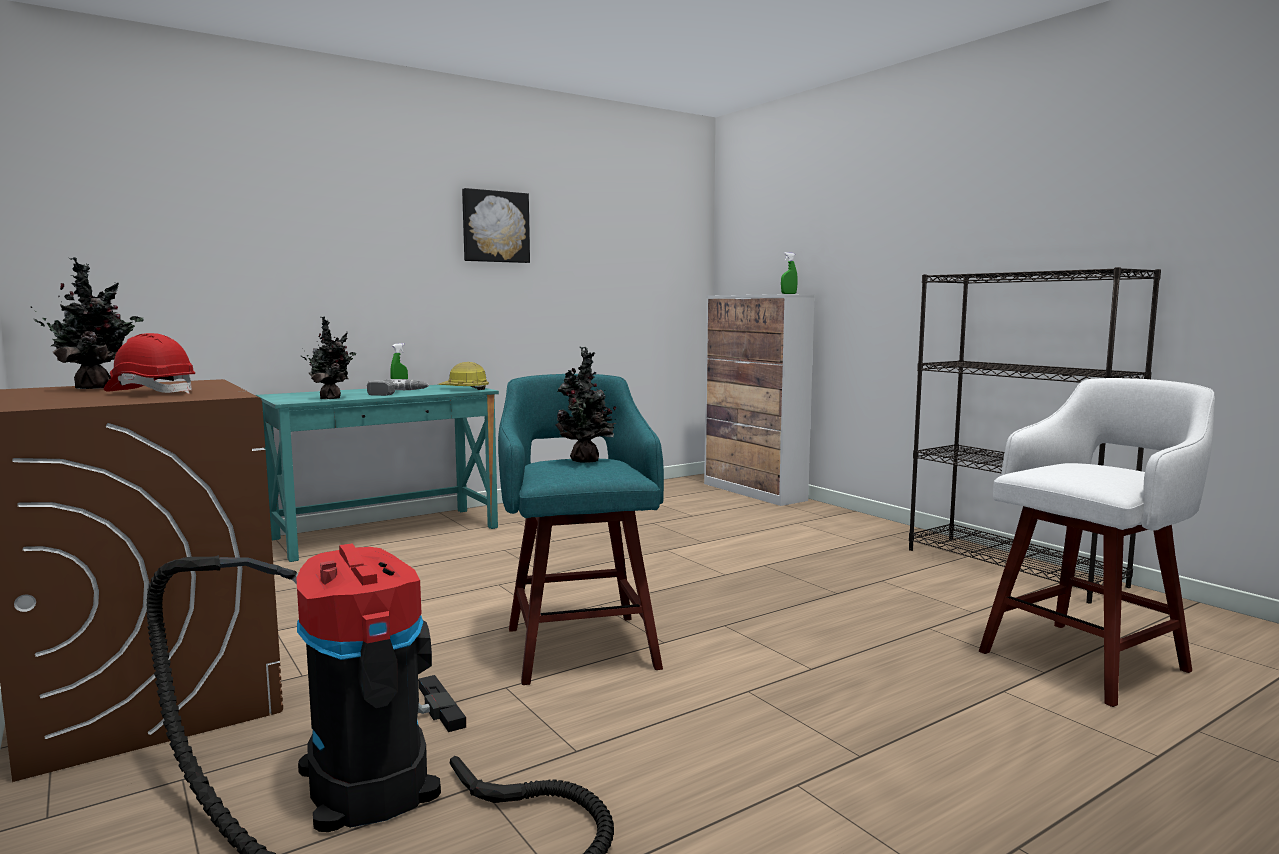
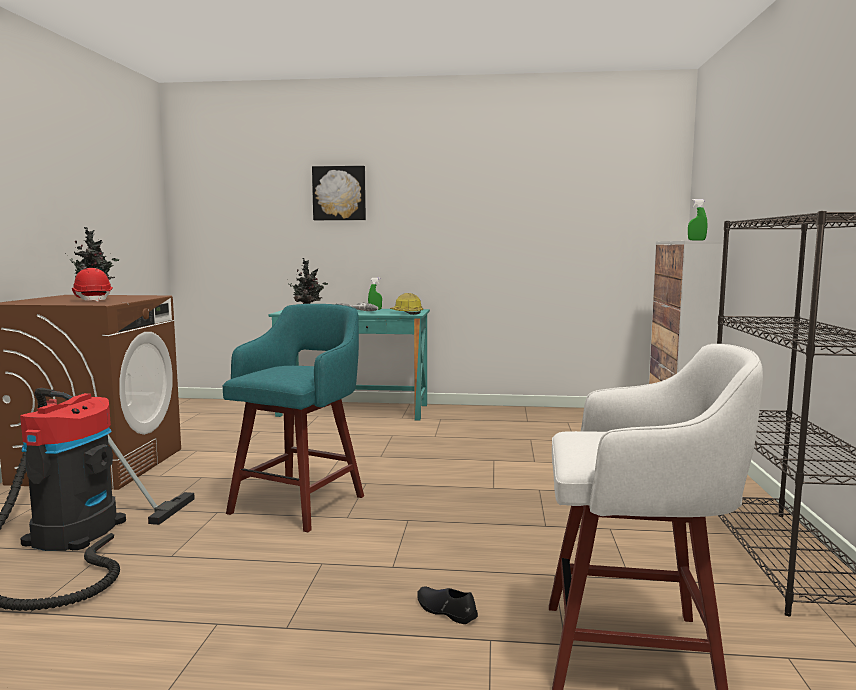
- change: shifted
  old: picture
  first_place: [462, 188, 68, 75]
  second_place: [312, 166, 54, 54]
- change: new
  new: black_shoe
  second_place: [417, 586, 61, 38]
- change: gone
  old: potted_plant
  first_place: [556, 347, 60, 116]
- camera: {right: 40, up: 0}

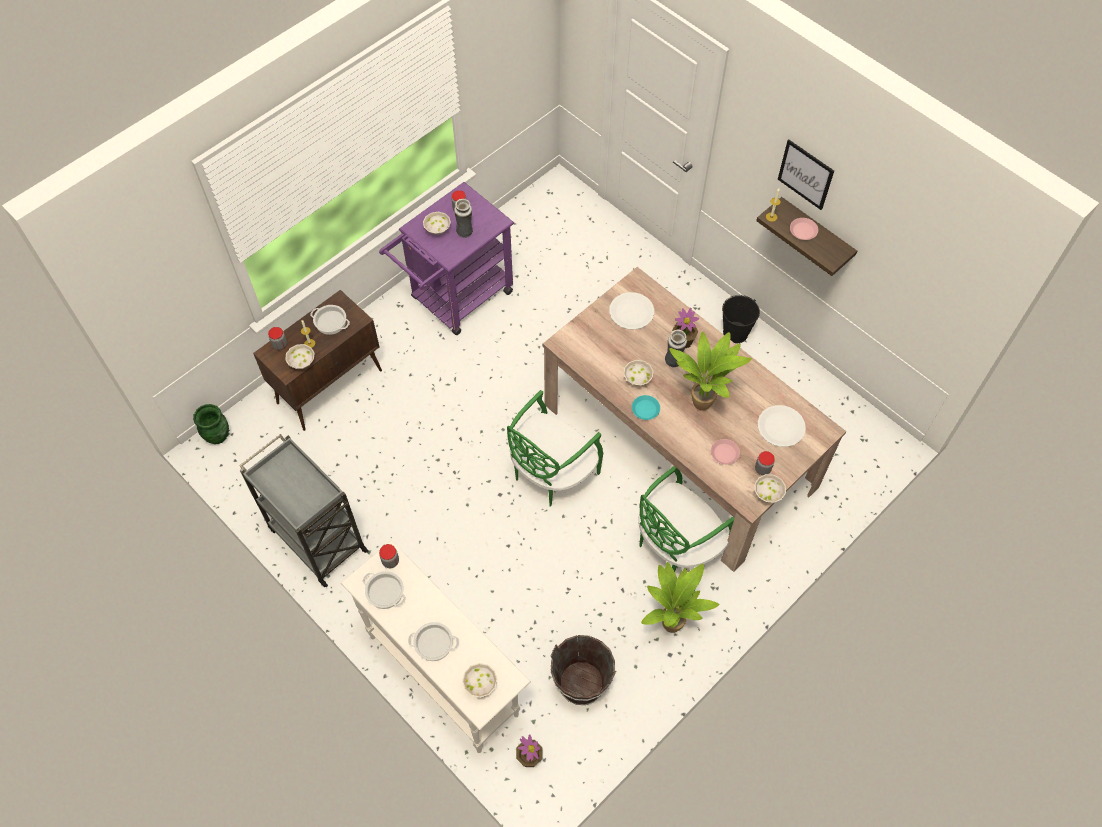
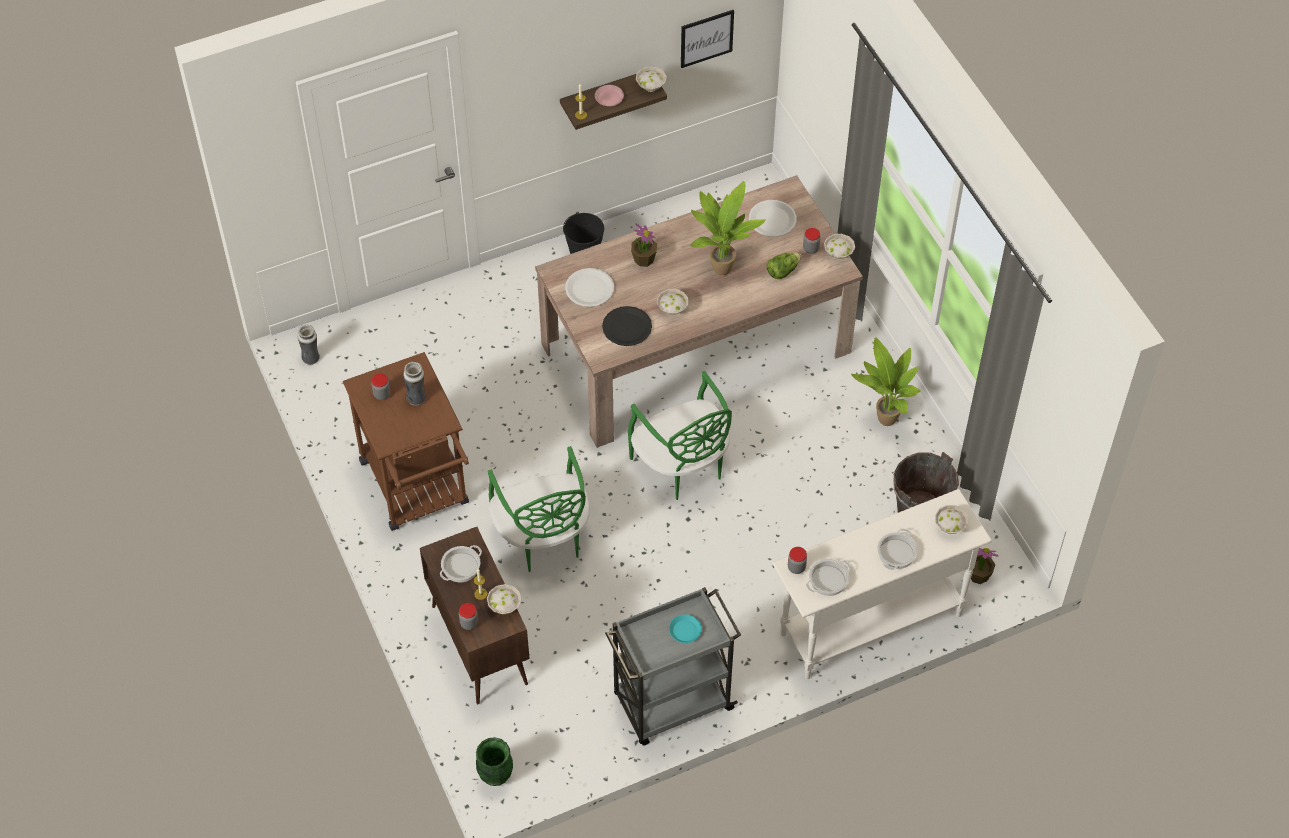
- change: shifted
  old: vase
  first_place: [665, 329, 22, 39]
  second_place: [298, 325, 22, 40]
- change: repainted
  old: purple_cart
  new: brown_cart
  first_place: [379, 182, 135, 153]
  second_place: [343, 352, 126, 179]
- change: shifted
  old: green_chair
  first_place: [638, 466, 97, 106]
  second_place: [488, 446, 102, 126]
- change: new
  new: black_plate
  second_place: [602, 306, 50, 40]
- change: shifted
  old: white_bowl
  first_place: [423, 212, 28, 23]
  second_place: [636, 66, 31, 26]
- change: shifted
  old: turquoise_plate
  first_place: [632, 395, 28, 25]
  second_place: [669, 614, 33, 29]
- change: shifted
  old: picture
  first_place: [778, 140, 56, 70]
  second_place: [681, 10, 53, 58]
- change: swapped
  old: pink_plate
  new: lettuce
  first_place: [711, 439, 29, 26]
  second_place: [766, 252, 35, 27]
- camera: {right: -70, up: -5}

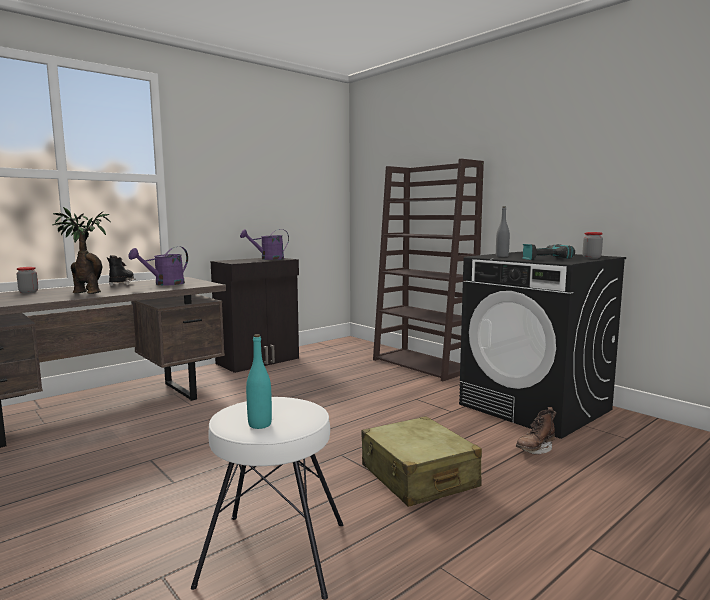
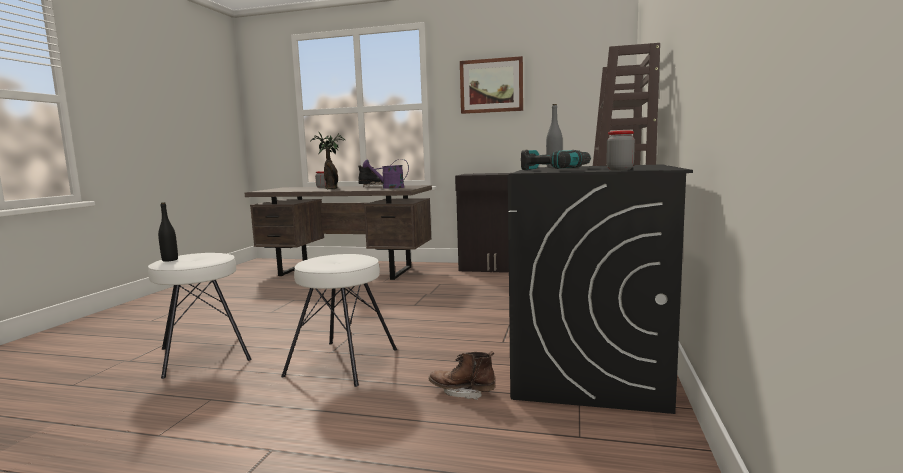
- change: repainted
  old: turquoise_bottle
  new: black_bottle
  first_place: [246, 334, 26, 95]
  second_place: [158, 202, 20, 60]
- change: swapped
  old: beige_suitcase
  new: white_stool
  first_place: [361, 416, 121, 91]
  second_place: [281, 254, 116, 133]
- change: new
  new: picture
  second_place: [460, 56, 63, 58]
- change: gone
  old: purple_watering_can
  first_place: [240, 229, 49, 31]
- camera: {right: 55, up: 0}

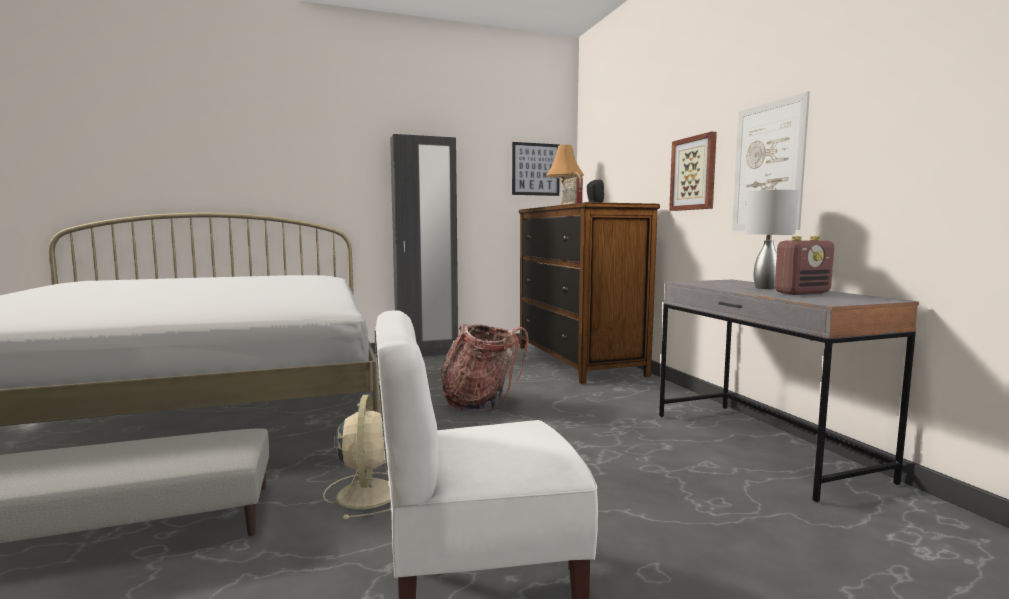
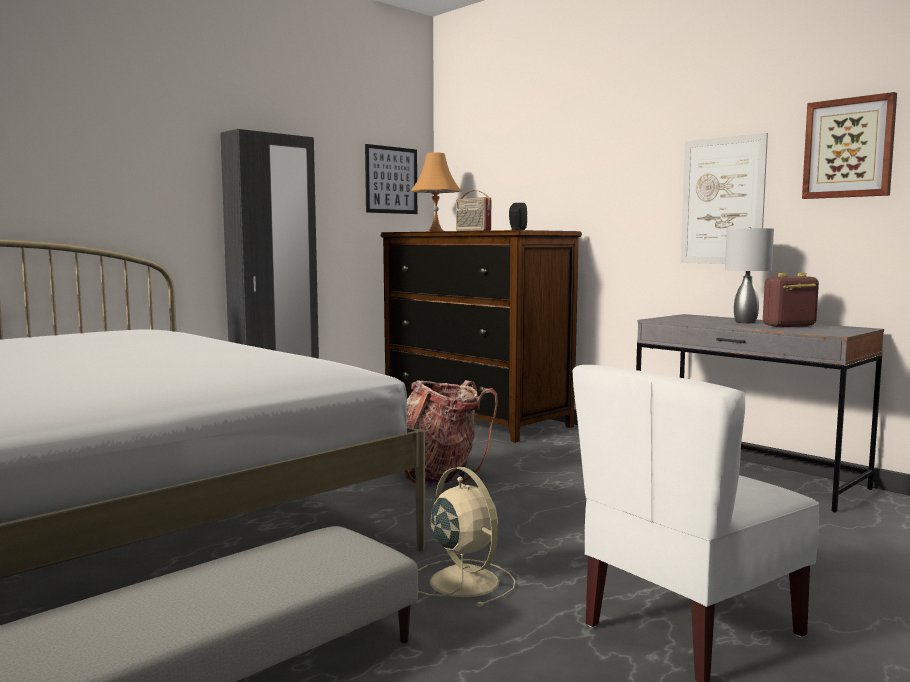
- change: rotated
  old: radio
  first_place: [775, 236, 59, 59]
  second_place: [763, 273, 56, 54]
  degrees: -150
- change: shifted
  old: picture
  first_place: [669, 132, 48, 79]
  second_place: [802, 92, 95, 107]
- camera: {right: -25, up: 0}

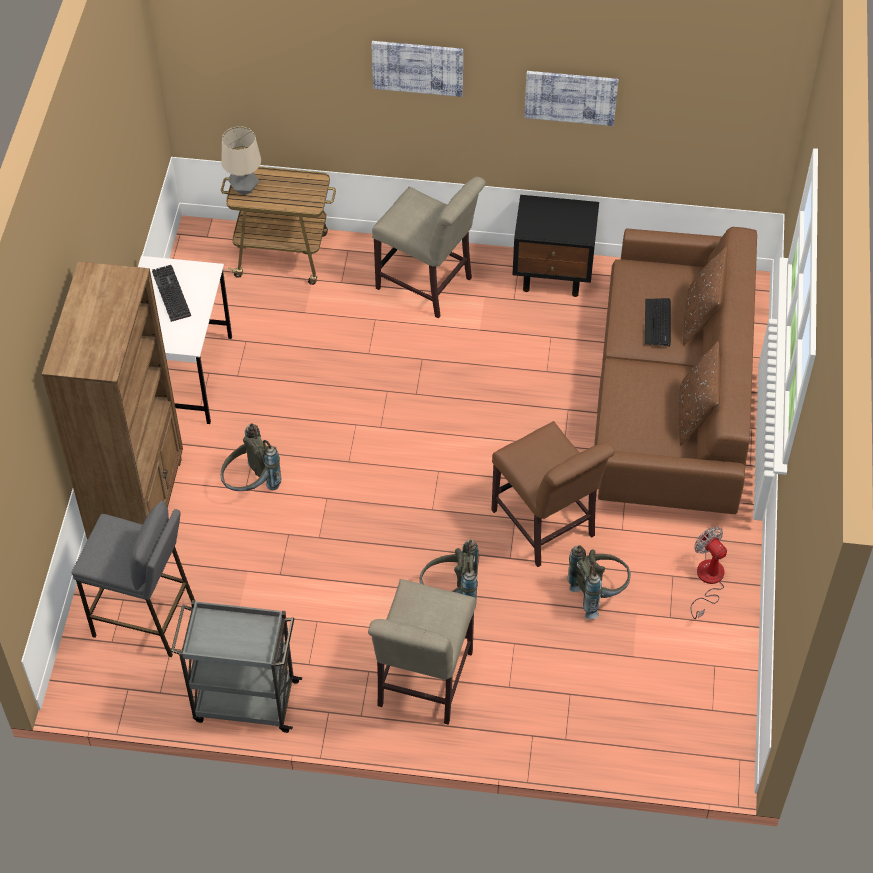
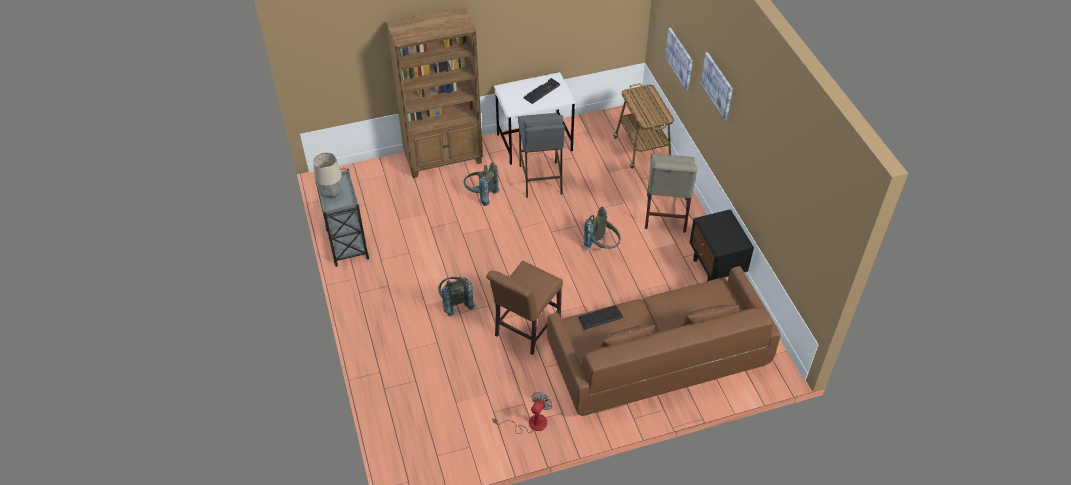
- change: shifted
  old: table_lamp
  first_place: [221, 126, 40, 69]
  second_place: [313, 153, 29, 46]
- change: shifted
  old: grey_stool
  first_place: [72, 501, 123, 156]
  second_place: [518, 113, 47, 85]
- change: shifted
  old: keyboard
  first_place: [645, 298, 26, 48]
  second_place: [579, 305, 45, 25]
- change: shifted
  old: grey_backpack
  first_place: [568, 545, 63, 74]
  second_place: [583, 207, 37, 43]
- change: shifted
  old: picture
  first_place: [524, 71, 95, 55]
  second_place: [665, 28, 28, 62]
- change: gone
  old: beige_chair
  first_place: [368, 579, 108, 146]
- camera: {right: 65, up: -5}

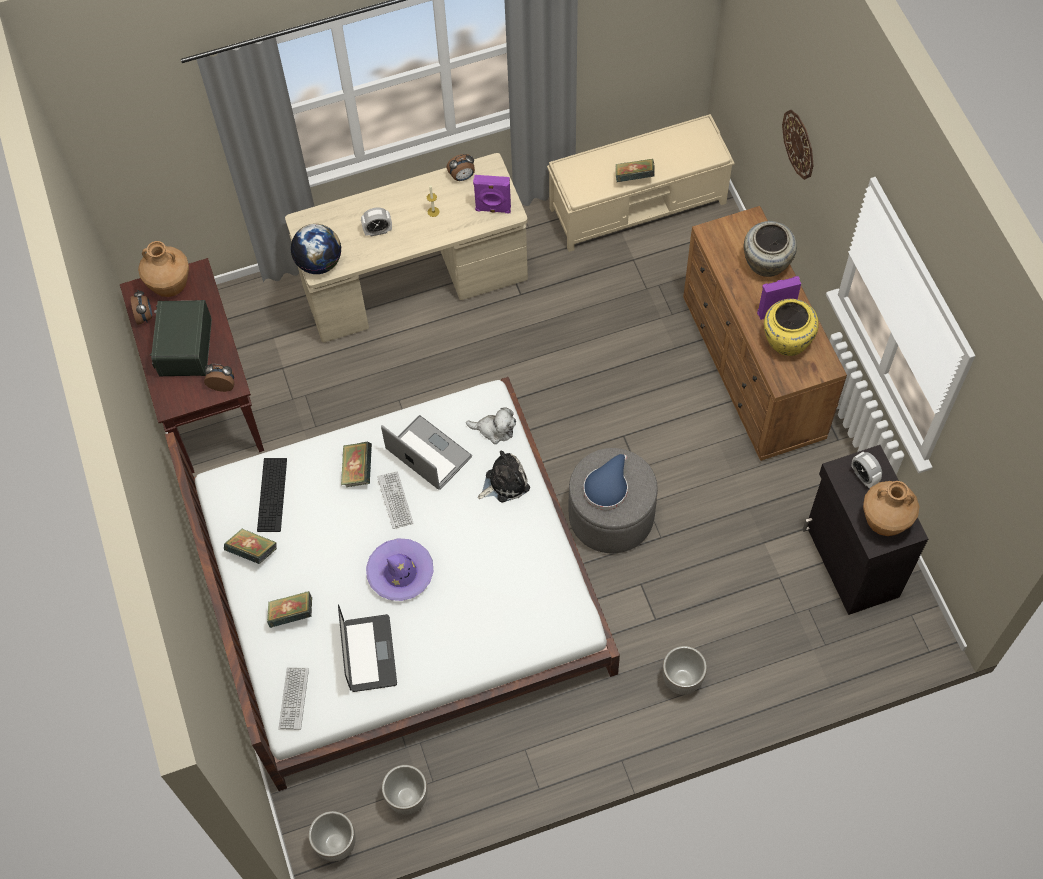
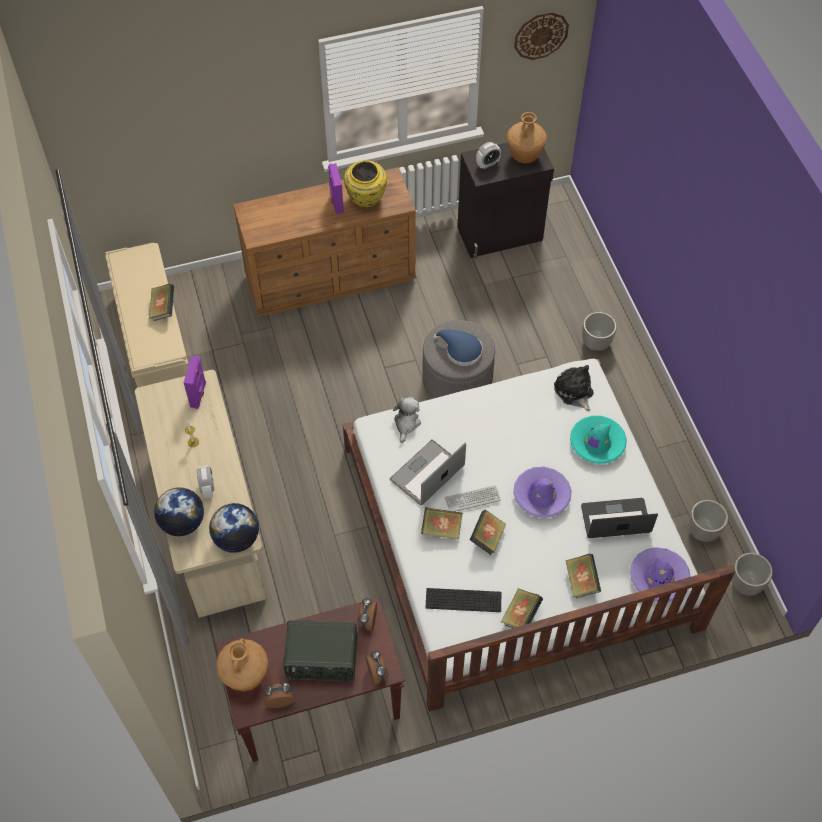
- change: new
  new: globe
  second_place: [154, 487, 50, 49]
- change: shifted
  old: alarm_clock
  first_place: [447, 154, 28, 27]
  second_place: [366, 651, 22, 34]
- change: new
  new: book
  second_place: [470, 510, 36, 45]
- change: shifted
  old: wall_clock
  first_place: [782, 110, 32, 70]
  second_place: [514, 12, 55, 48]
- change: shifted
  old: plush_toy
  first_place: [478, 450, 52, 52]
  second_place: [554, 365, 40, 46]
- change: new
  new: turquoise_hat
  second_place: [570, 416, 57, 48]
- change: swapped
  old: keyboard
  new: purple_hat
  first_place: [278, 667, 31, 63]
  second_place: [630, 547, 61, 55]
- change: gone
  old: beige_vase
  first_place: [744, 221, 53, 56]
- camera: {right: -90, up: -5}

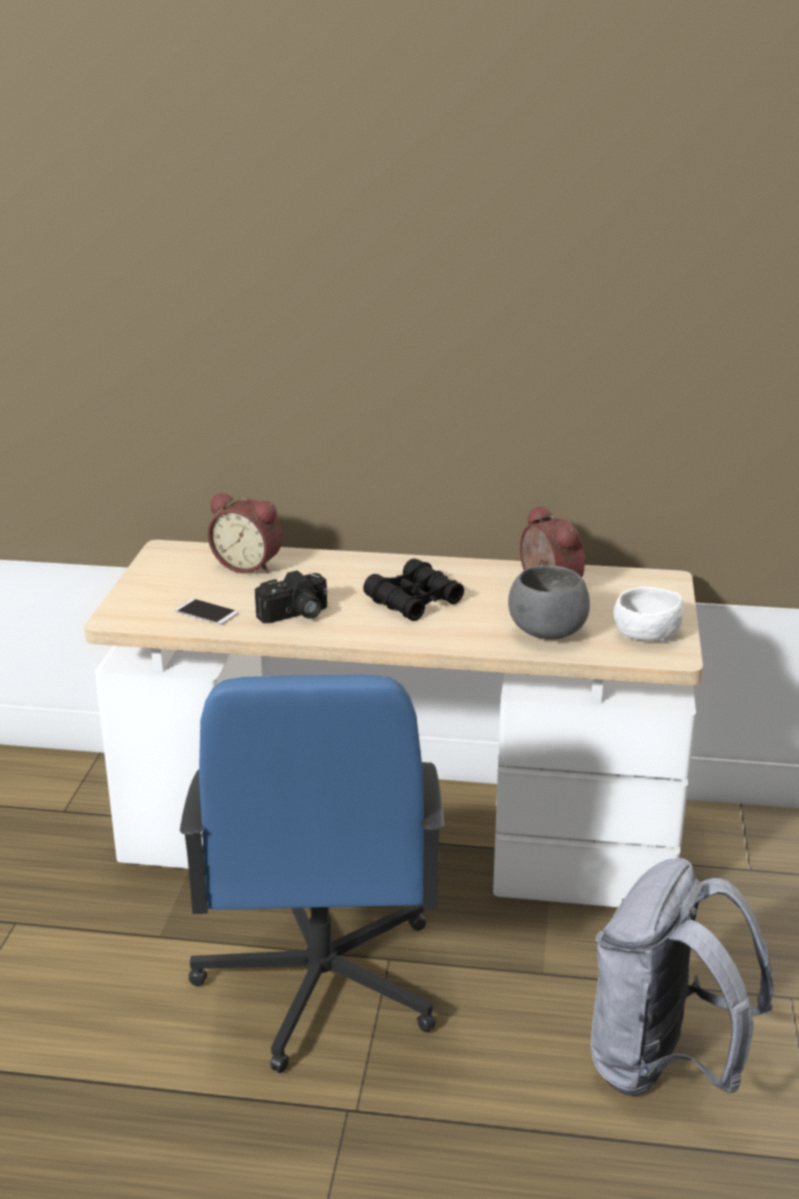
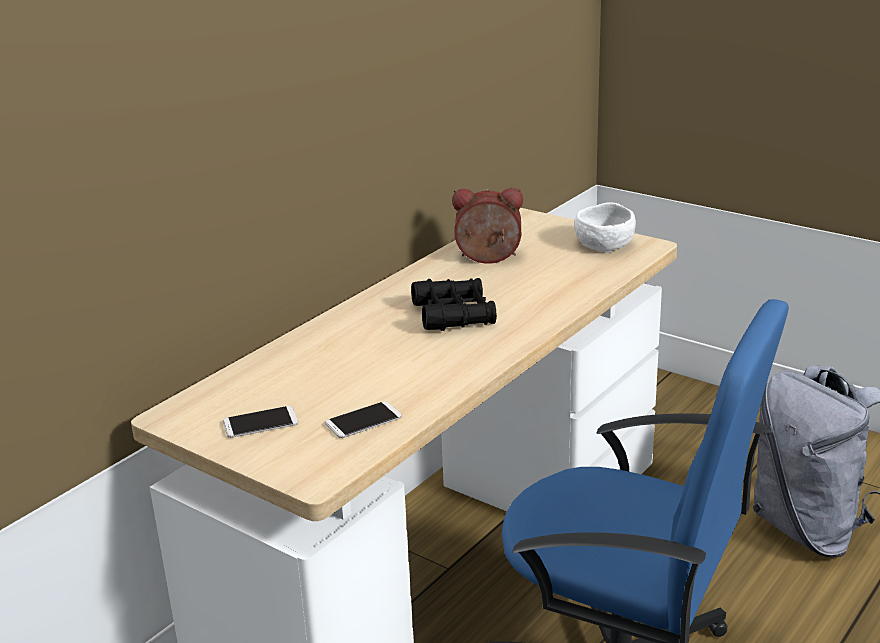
- change: new
  new: phone
  second_place: [223, 406, 75, 32]
- change: gone
  old: alarm_clock
  first_place: [208, 493, 74, 80]
- change: gone
  old: photo_camera
  first_place: [255, 570, 72, 53]
- change: gone
  old: grey_bowl
  first_place: [508, 565, 82, 74]
- camera: {right: -60, up: 0}

